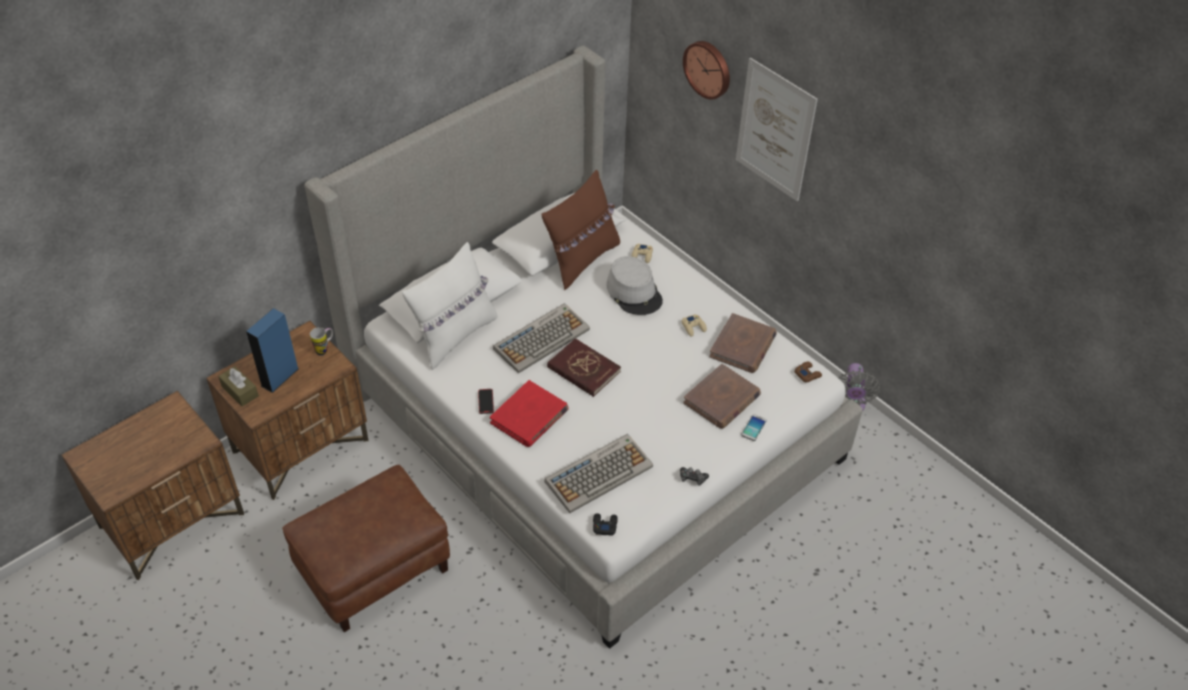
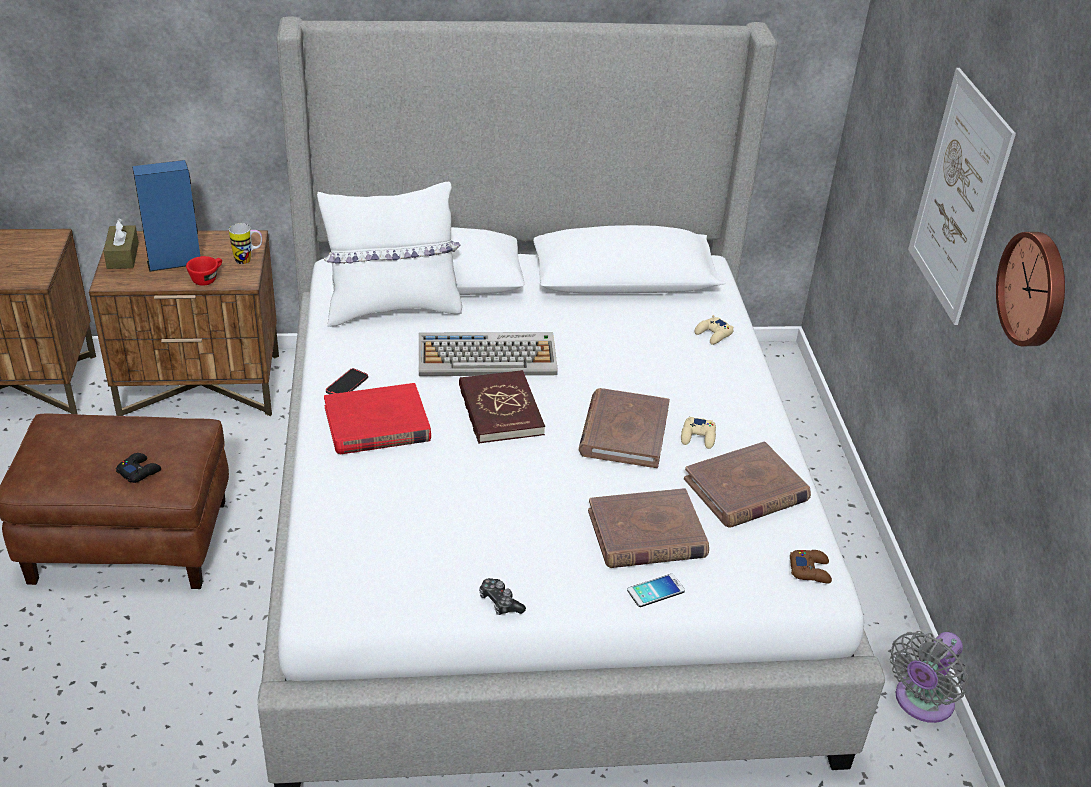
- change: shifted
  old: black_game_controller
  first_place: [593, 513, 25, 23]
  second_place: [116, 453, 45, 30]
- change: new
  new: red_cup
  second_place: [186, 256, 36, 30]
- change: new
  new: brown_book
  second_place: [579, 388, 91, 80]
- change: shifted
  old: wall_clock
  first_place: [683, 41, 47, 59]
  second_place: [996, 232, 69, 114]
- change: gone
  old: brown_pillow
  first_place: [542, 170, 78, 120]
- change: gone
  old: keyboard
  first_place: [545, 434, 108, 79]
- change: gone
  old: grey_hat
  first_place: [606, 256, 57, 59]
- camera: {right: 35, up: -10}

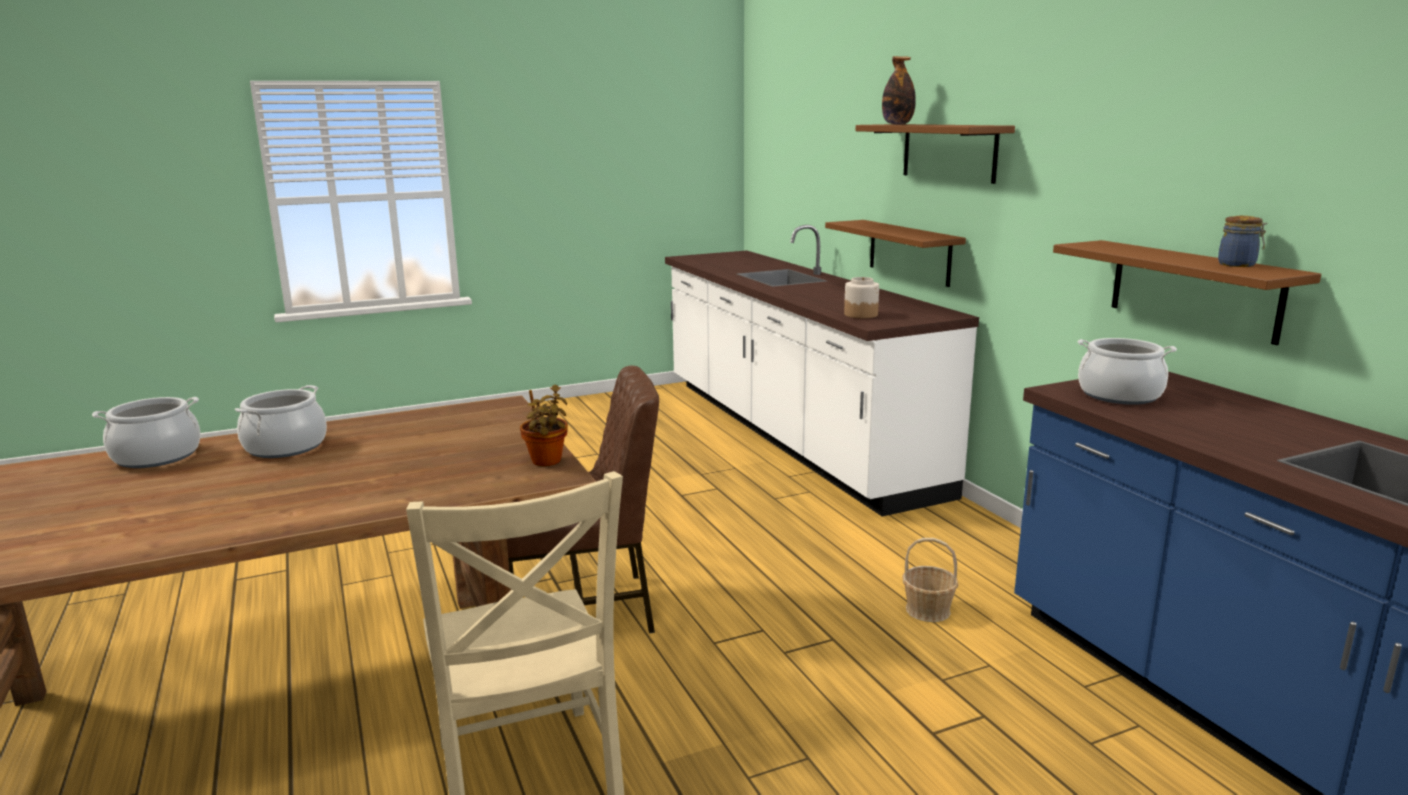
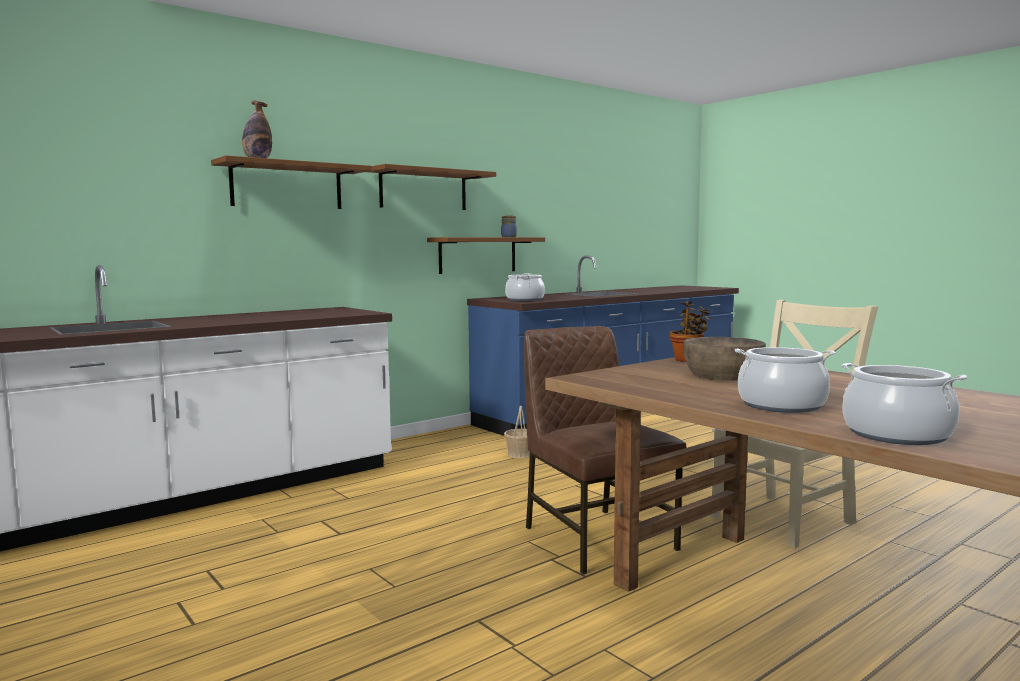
- change: shifted
  old: brown_shelf
  first_place: [825, 220, 141, 67]
  second_place: [368, 164, 128, 46]
- change: new
  new: brown_bowl
  second_place: [683, 337, 83, 44]
- change: gone
  old: jar
  first_place: [844, 277, 35, 42]
- camera: {right: -105, up: -10}

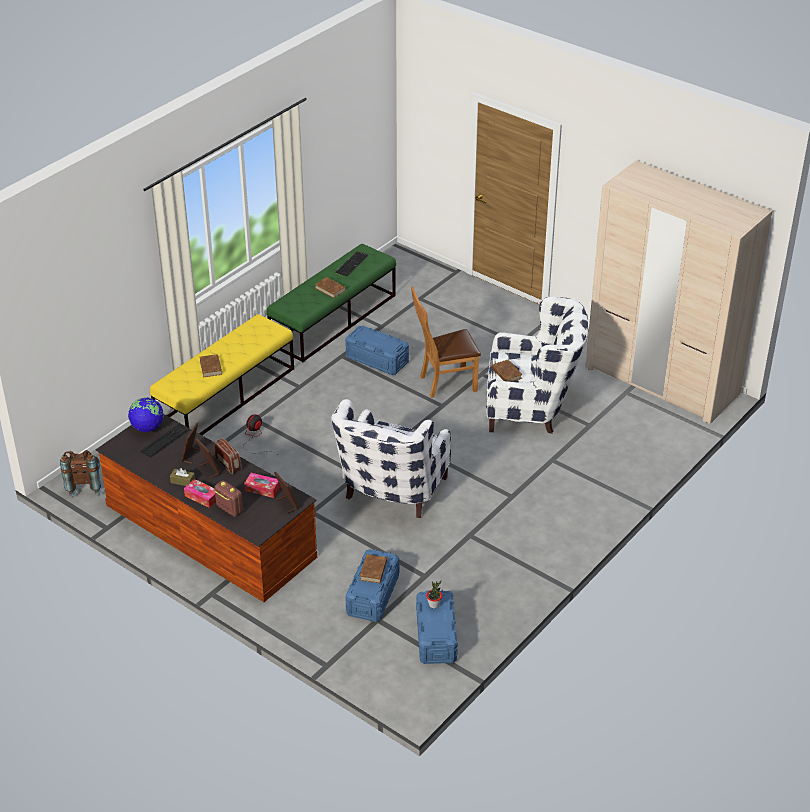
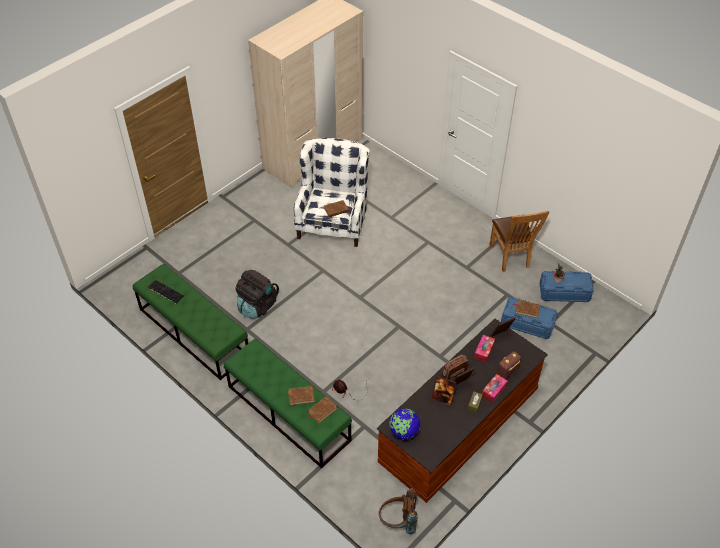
- change: repainted
  old: yellow_bench
  new: green_bench
  first_place: [150, 314, 144, 121]
  second_place: [224, 339, 128, 129]
- change: swapped
  old: blue_storage_box
  new: black_backpack
  first_place: [345, 326, 64, 49]
  second_place: [235, 270, 44, 49]
- change: shifted
  old: brown_book
  first_place: [315, 277, 31, 21]
  second_place: [307, 396, 31, 28]
- change: shifted
  old: brown_chair
  first_place: [411, 286, 70, 112]
  second_place: [490, 211, 59, 61]
- change: gone
  old: keyboard
  first_place: [140, 423, 50, 35]
- change: gone
  old: white_armchair
  first_place: [331, 399, 120, 119]
- camera: {right: -85, up: 10}

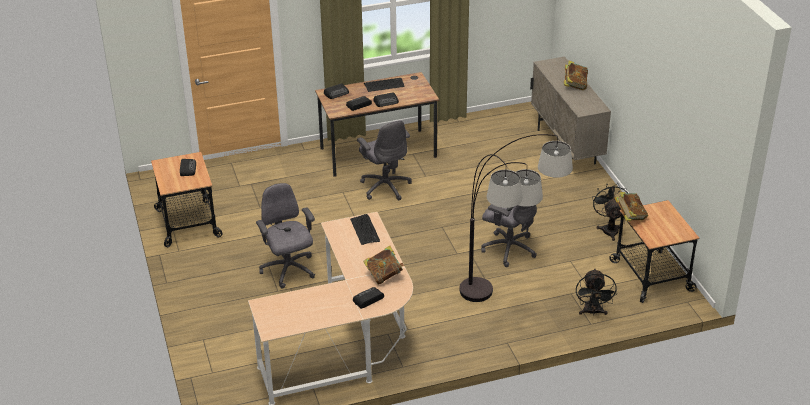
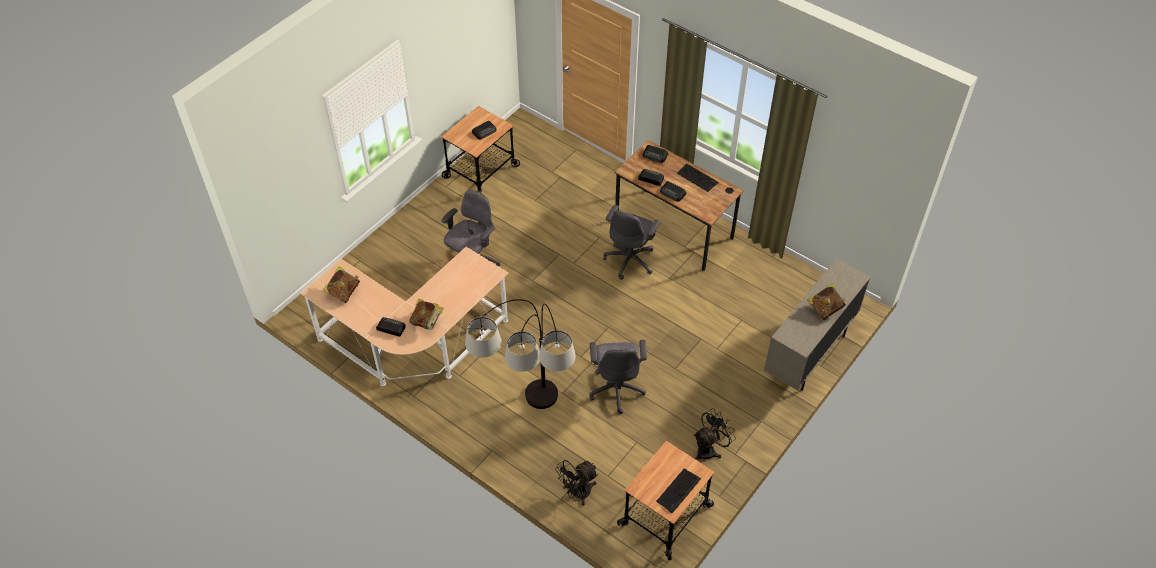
- change: shifted
  old: book
  first_place: [615, 192, 33, 29]
  second_place: [323, 266, 37, 37]
- change: shifted
  old: keyboard
  first_place: [350, 214, 30, 31]
  second_place: [656, 469, 45, 44]
- camera: {right: 55, up: 15}

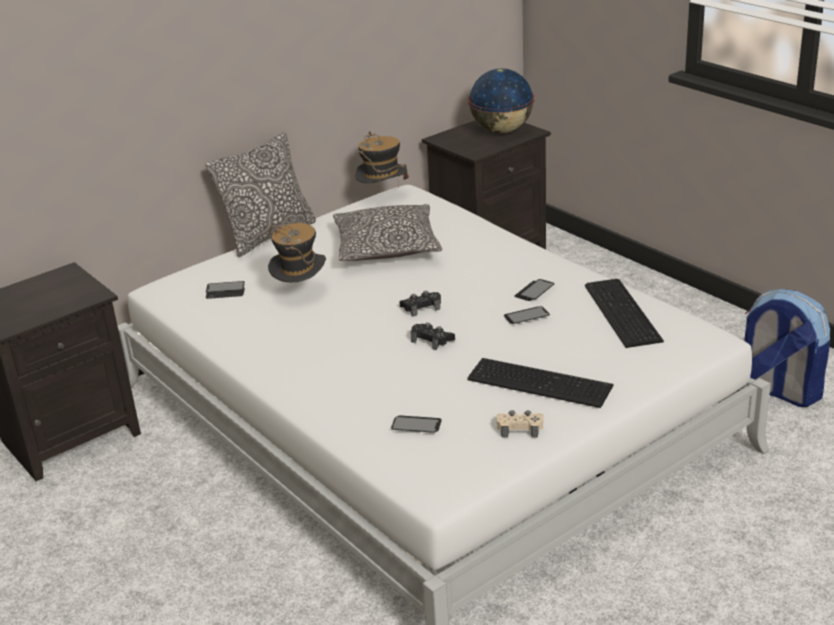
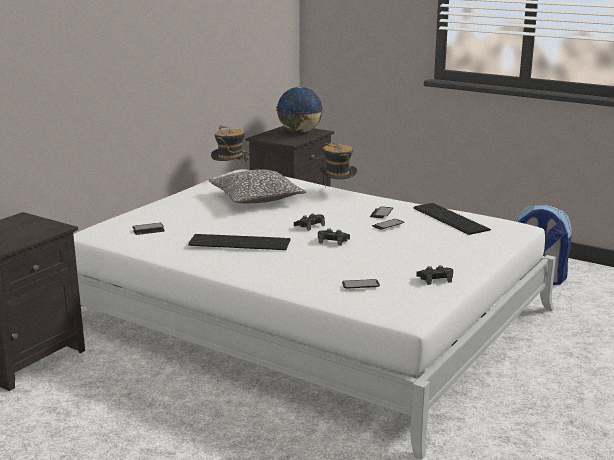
- change: shifted
  old: keyboard
  first_place: [468, 358, 146, 50]
  second_place: [188, 234, 103, 16]
- change: shifted
  old: hat
  first_place: [268, 223, 58, 59]
  second_place: [318, 143, 40, 45]
- change: repainted
  old: beige_game_controller
  new: black_game_controller
  first_place: [497, 410, 46, 27]
  second_place: [416, 265, 37, 20]
- change: gone
  old: pillow
  first_place: [205, 132, 111, 125]
- camera: {right: -20, up: -10}

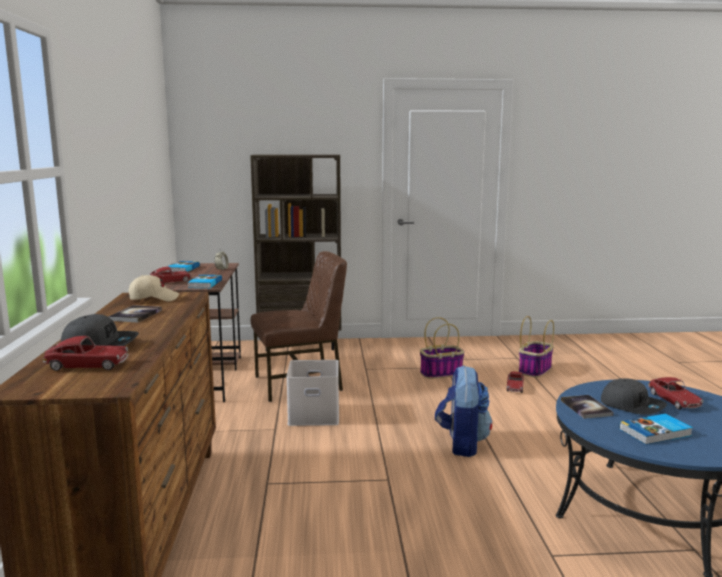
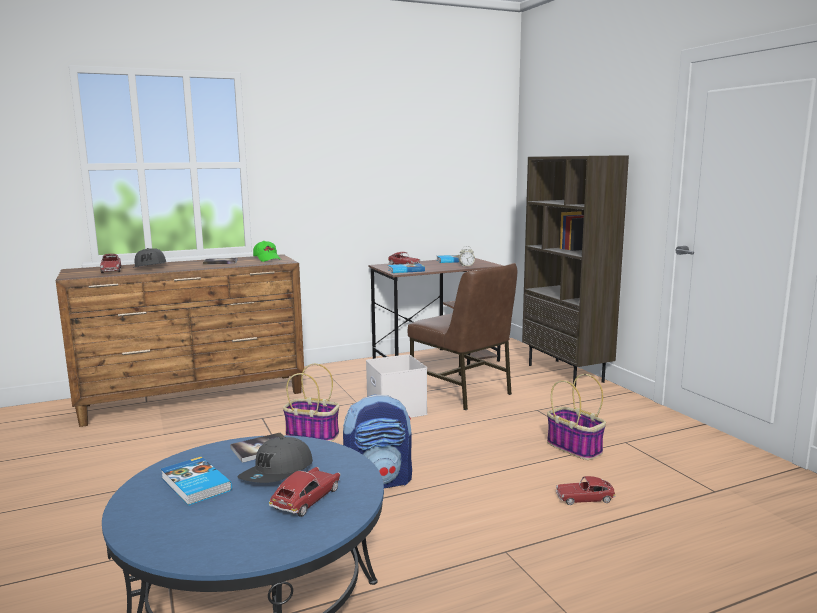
- change: repainted
  old: beige_cap
  new: green_cap
  first_place: [129, 275, 50, 26]
  second_place: [253, 241, 28, 21]
- change: rotated
  old: toy_car
  first_place: [648, 377, 56, 32]
  second_place: [269, 467, 71, 50]
  degrees: 150
- change: shifted
  old: basket
  first_place: [519, 316, 35, 62]
  second_place: [283, 364, 56, 78]
- camera: {right: 70, up: 0}

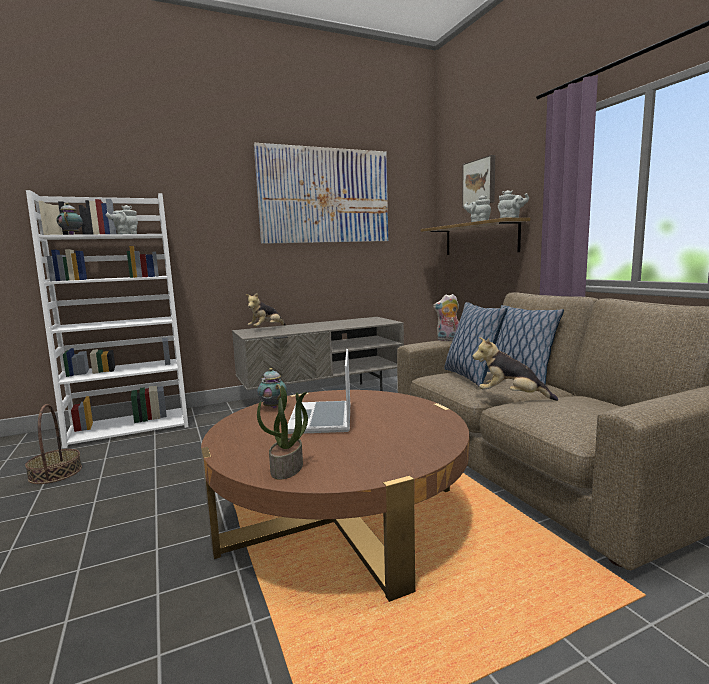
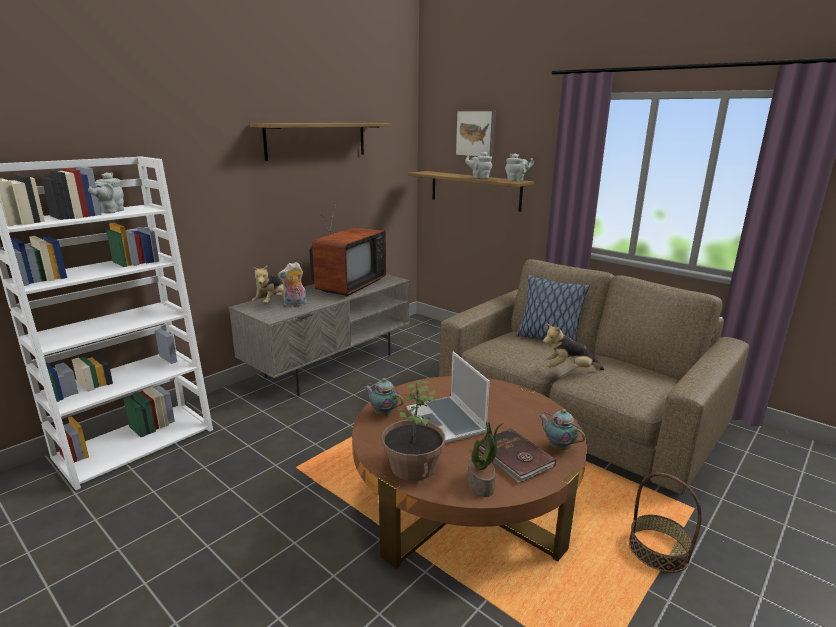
- change: swapped
  old: picture
  new: shelf
  first_place: [254, 143, 134, 101]
  second_place: [250, 123, 142, 38]
- change: shifted
  old: plush_toy
  first_place: [433, 294, 26, 47]
  second_place: [278, 262, 28, 45]
- change: new
  new: television
  second_place: [309, 204, 77, 92]
- change: new
  new: potted_plant
  second_place: [382, 380, 63, 101]
- change: new
  new: brown_book
  second_place: [478, 428, 78, 55]
- change: shifted
  old: teapot
  first_place: [57, 203, 26, 32]
  second_place: [538, 409, 47, 41]
- change: shifted
  old: basket
  first_place: [25, 404, 57, 80]
  second_place: [629, 473, 73, 100]
- change: gone
  old: pillow
  first_place: [444, 302, 63, 84]
- camera: {right: -25, up: 10}

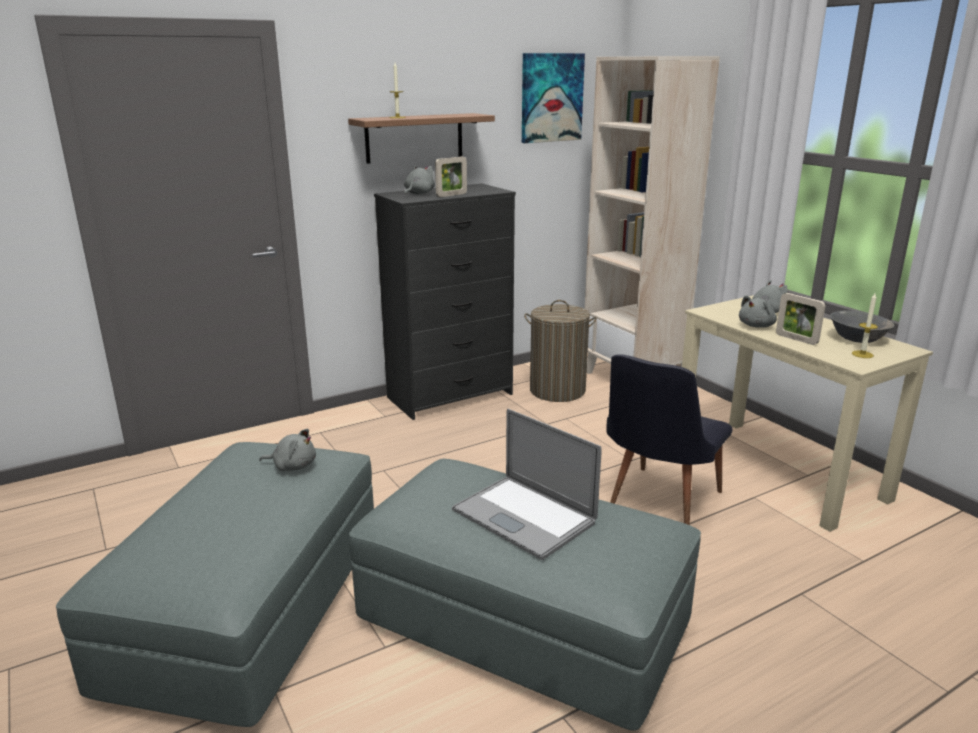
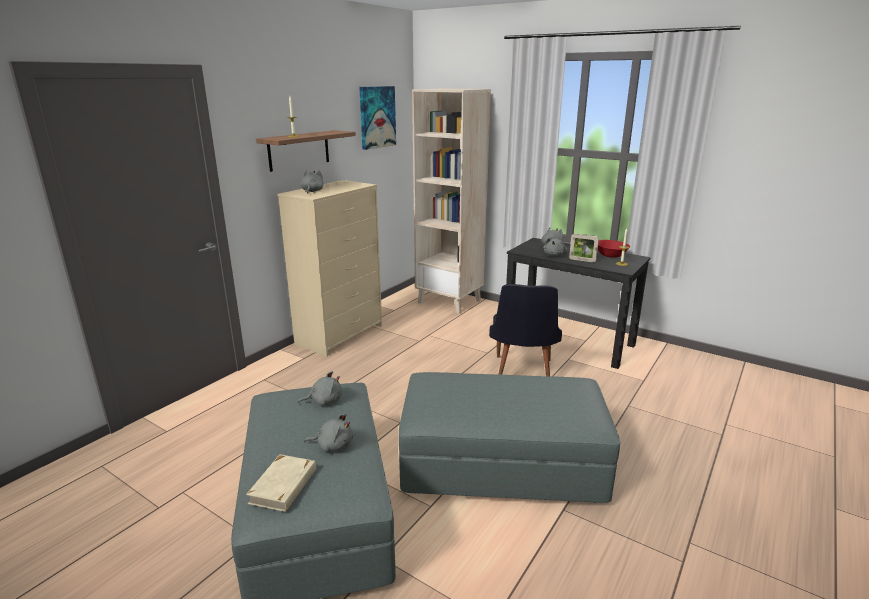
- change: new
  new: beige_book
  second_place: [246, 454, 70, 58]
- change: repainted
  old: black_dresser
  new: beige_dresser
  first_place: [374, 184, 142, 236]
  second_place: [277, 180, 105, 177]
- change: new
  new: grey_plush_toy
  second_place: [304, 413, 49, 39]
- change: repainted
  old: beige_desk
  new: black_desk
  first_place: [682, 295, 251, 237]
  second_place: [506, 238, 145, 131]
- change: repainted
  old: grey_bowl
  new: red_bowl
  first_place: [830, 311, 64, 32]
  second_place: [598, 240, 32, 18]
- change: gone
  old: picture_frame
  first_place: [435, 156, 32, 41]
- change: gone
  old: laptop
  first_place: [452, 409, 150, 151]
- change: gone
  old: laundry_basket
  first_place: [524, 300, 73, 102]
- camera: {right: -25, up: 0}

